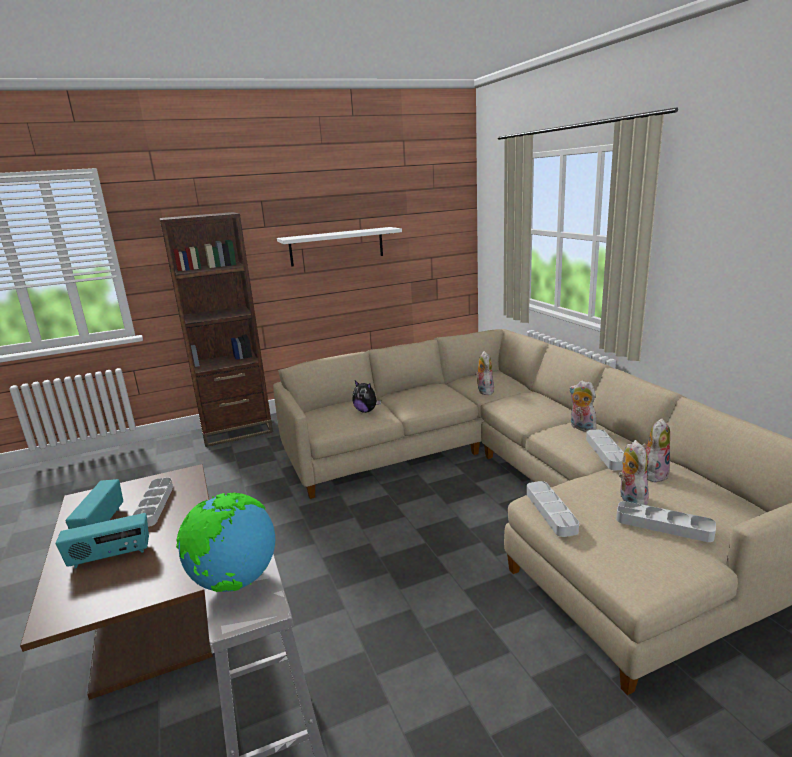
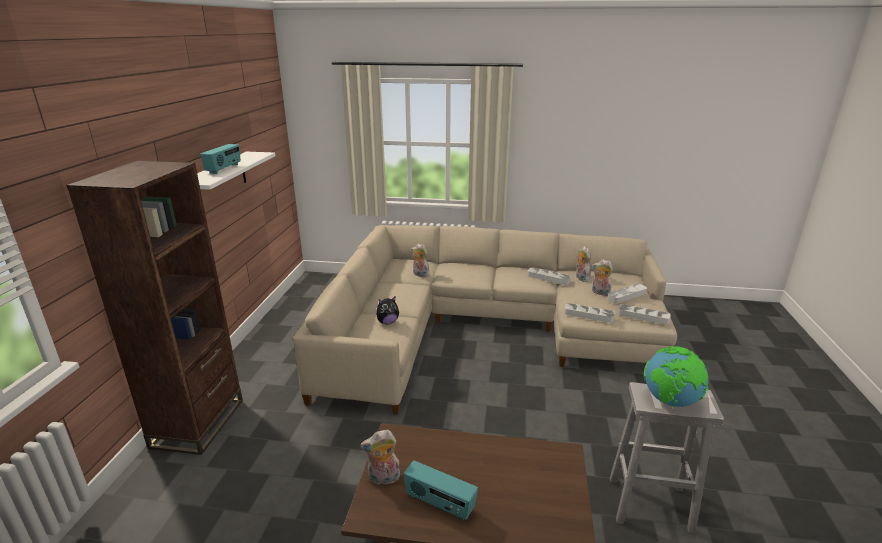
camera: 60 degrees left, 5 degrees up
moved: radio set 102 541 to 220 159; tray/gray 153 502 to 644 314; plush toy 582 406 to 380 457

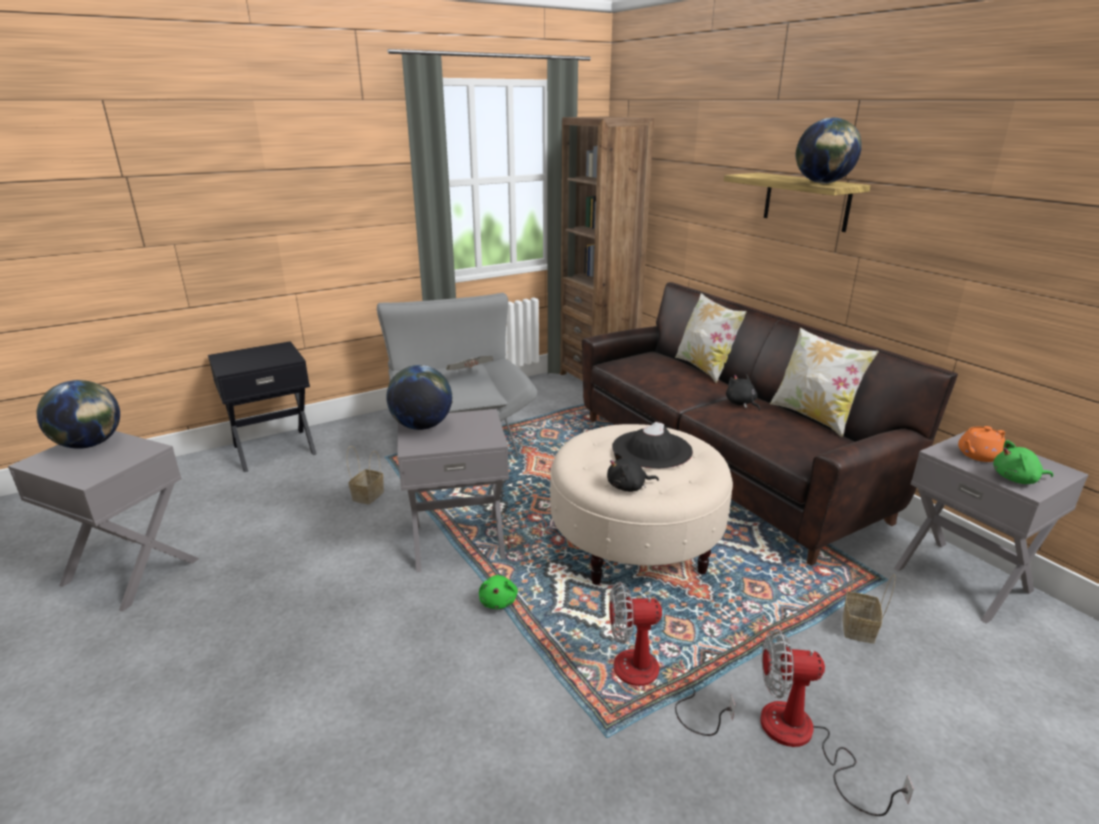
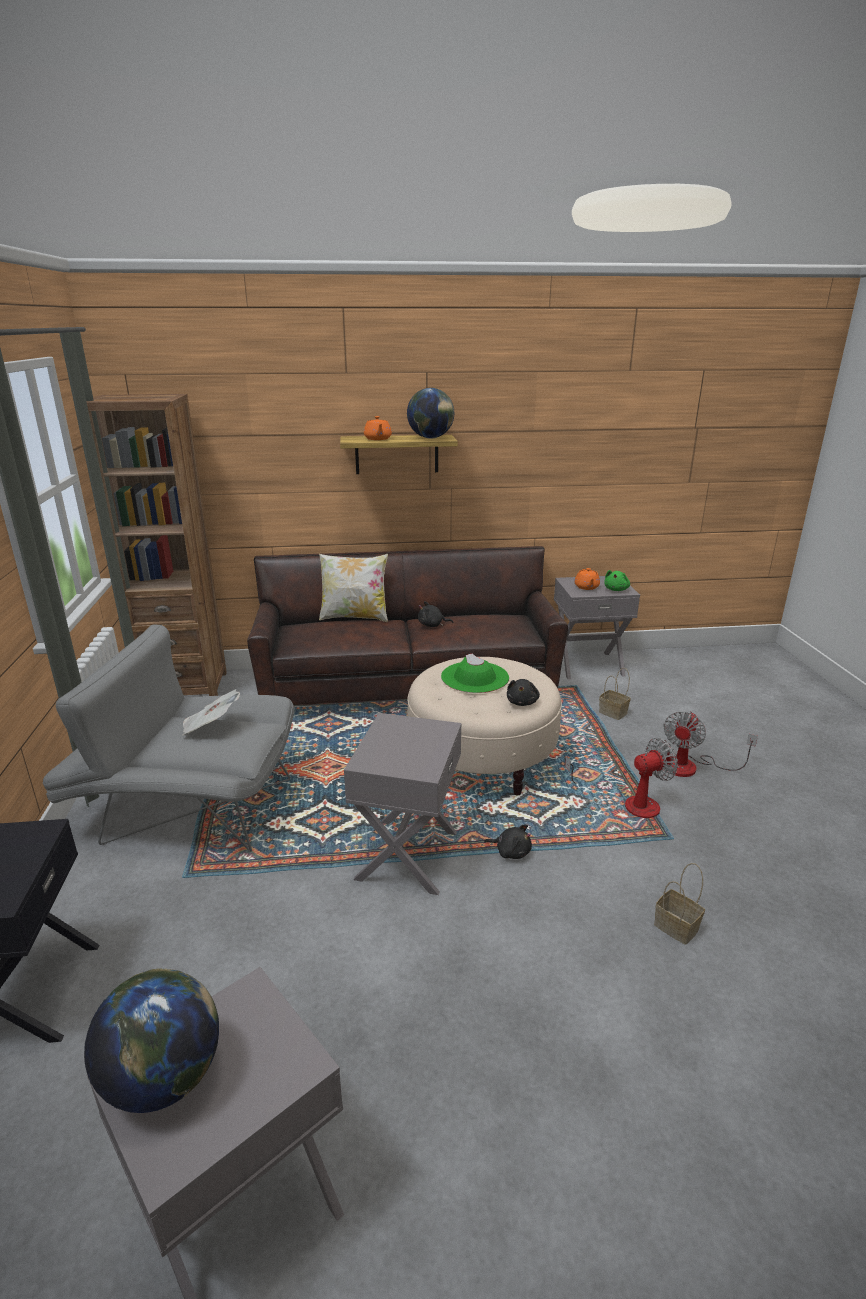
camera: 65 degrees left, 0 degrees up
removed: world globe 419 397; throw pillow 824 382
added: pot for tea/orangey 378 428
moved: storage basket 365 475 to 679 904
recoloured: plush toy/green 498 592 to plush toy/black-coloured 508 841; clothing hat/black-coloured 652 445 to clothing hat/green 475 673
turned: electric fan 672 659 = 621 778 135 degrees counterclockwise

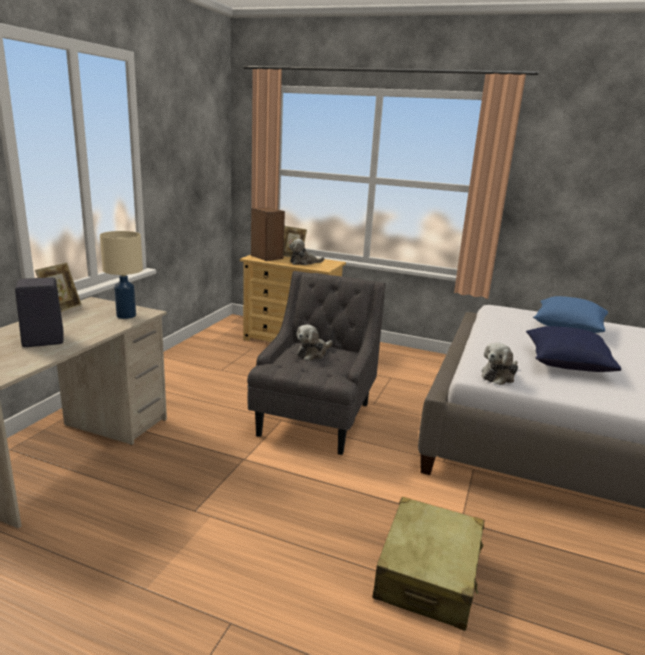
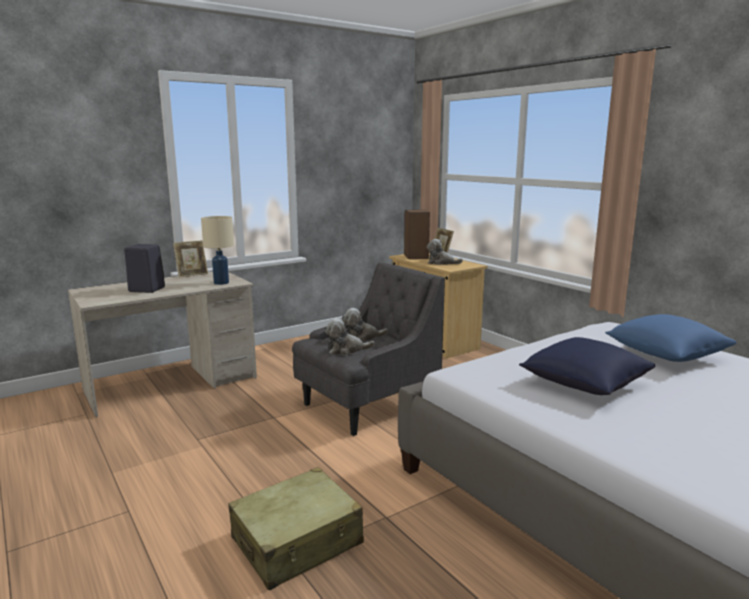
camera: 35 degrees right, 5 degrees down
moved: plush toy 500 364 to 349 336

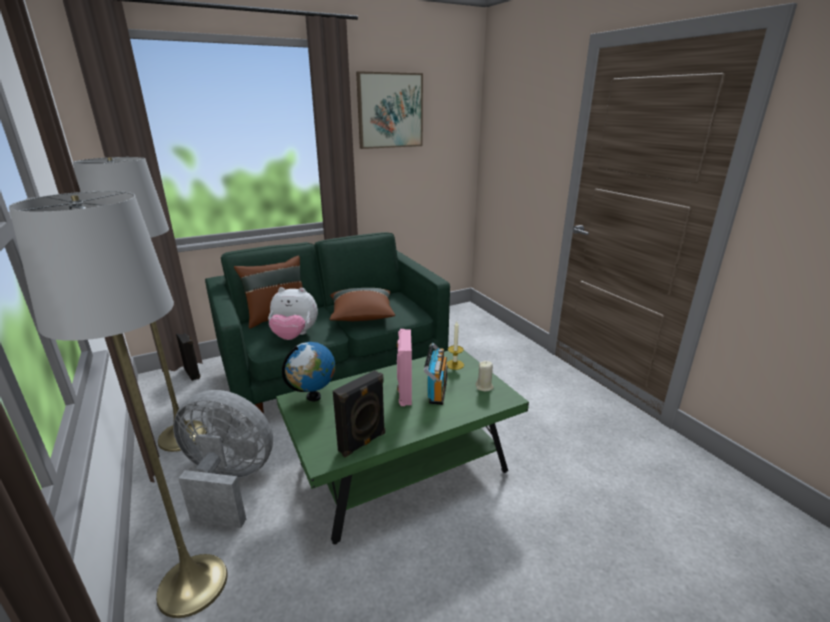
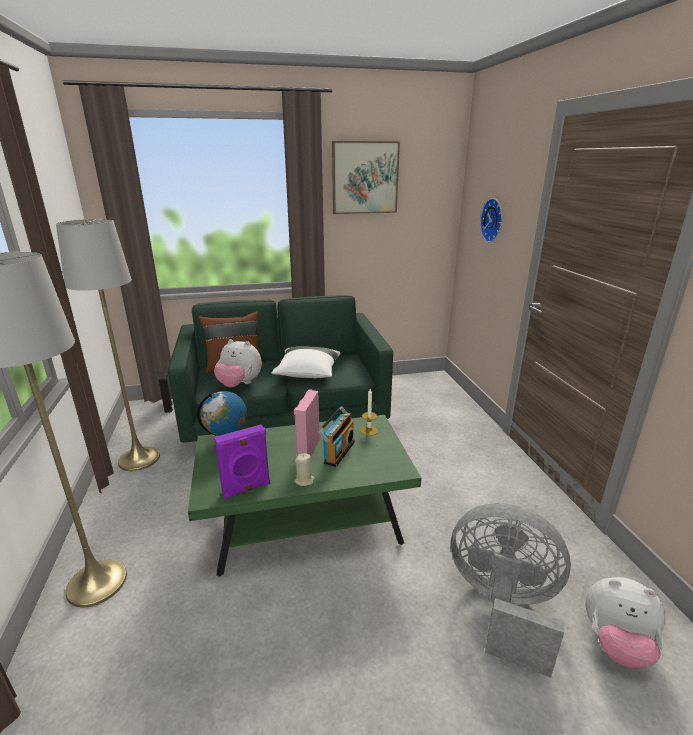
camera: 15 degrees right, 0 degrees up
added: wall clock 491 220; plush toy 625 622
moved: electric fan/gray 223 459 to 511 590; candle/beige 485 376 to 305 469
recoloured: throw pillow/brown-coloured 362 304 to throw pillow/whitish 306 362; loudspeaker/black-coloured 359 413 to loudspeaker/purple 242 462

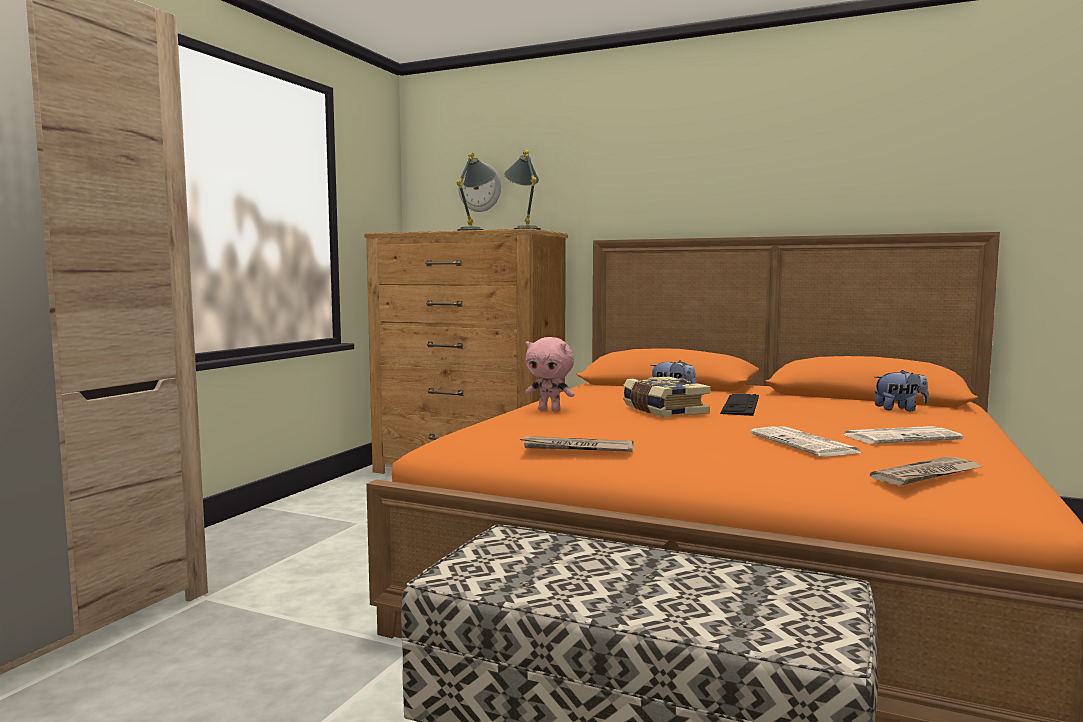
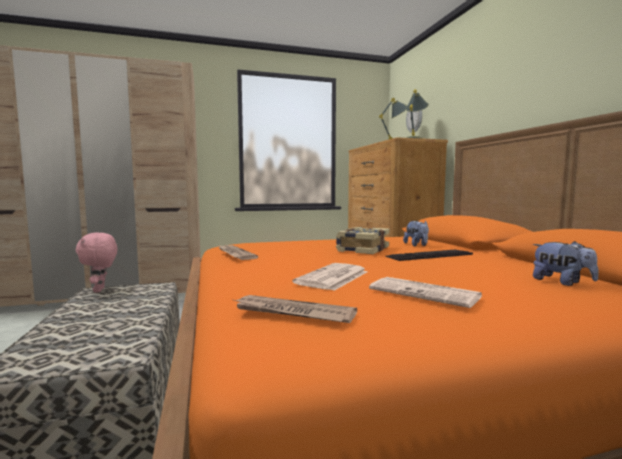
camera: 50 degrees right, 0 degrees up
moved: plush toy/pinkish 550 374 to 96 262

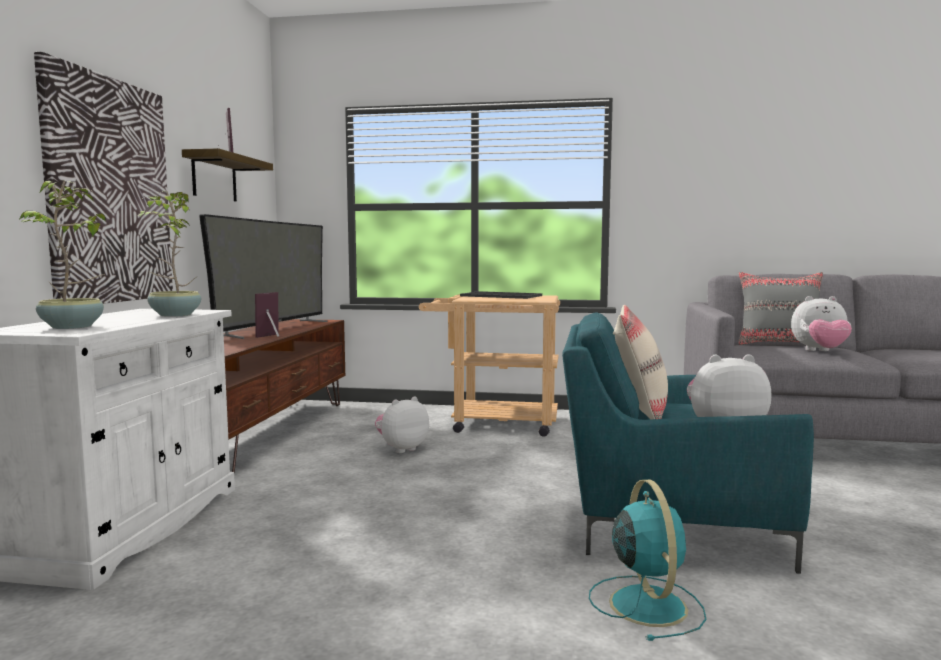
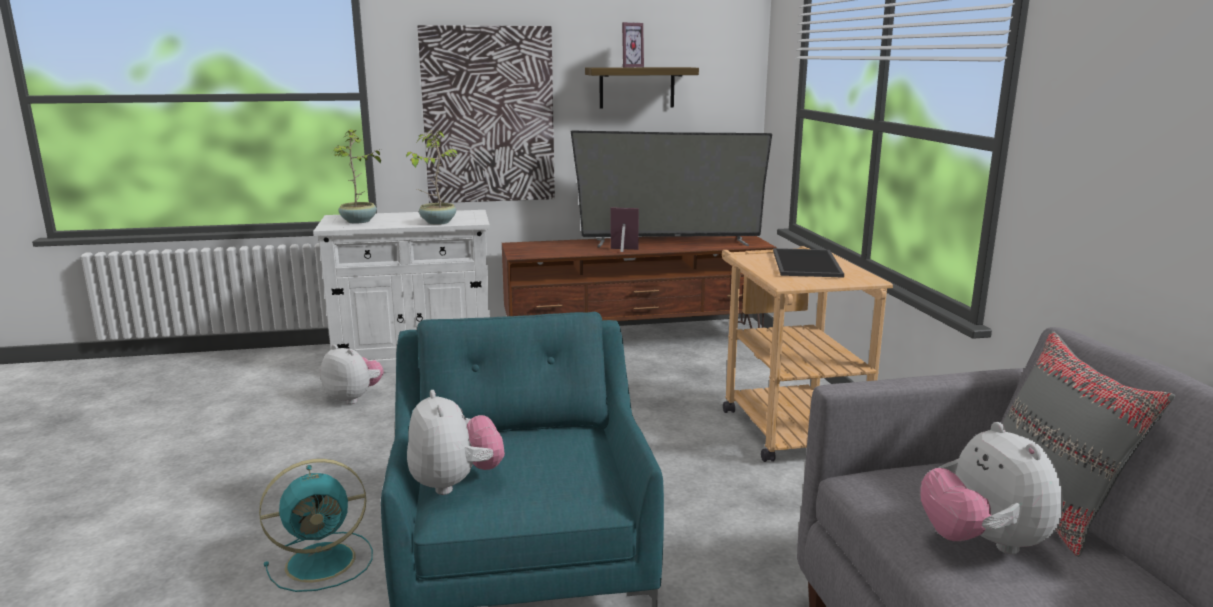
camera: 70 degrees right, 10 degrees up
removed: throw pillow/beige 640 362
moved: plush toy 402 424 to 352 374

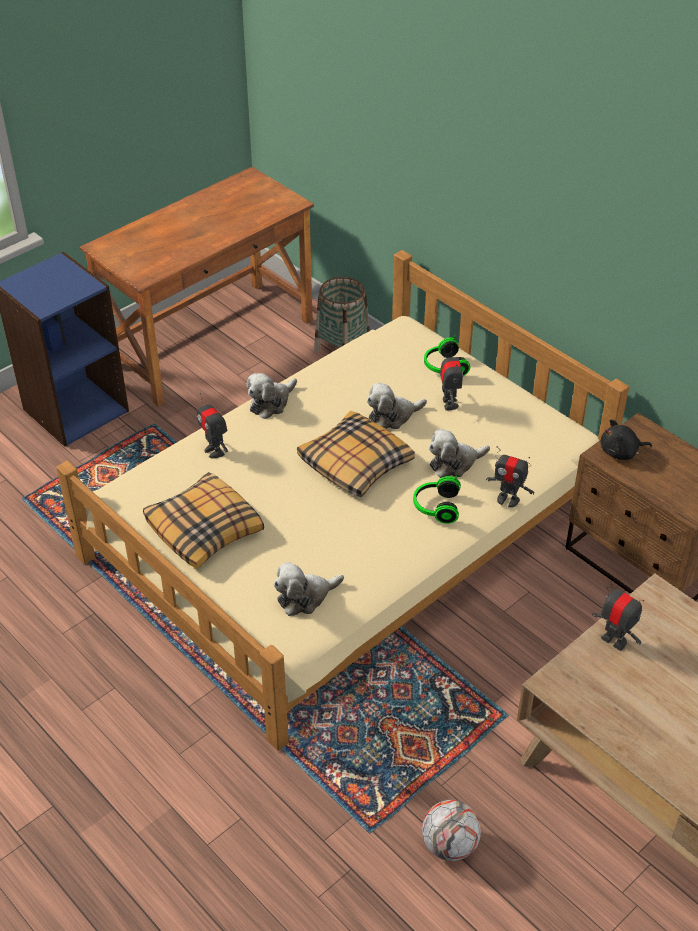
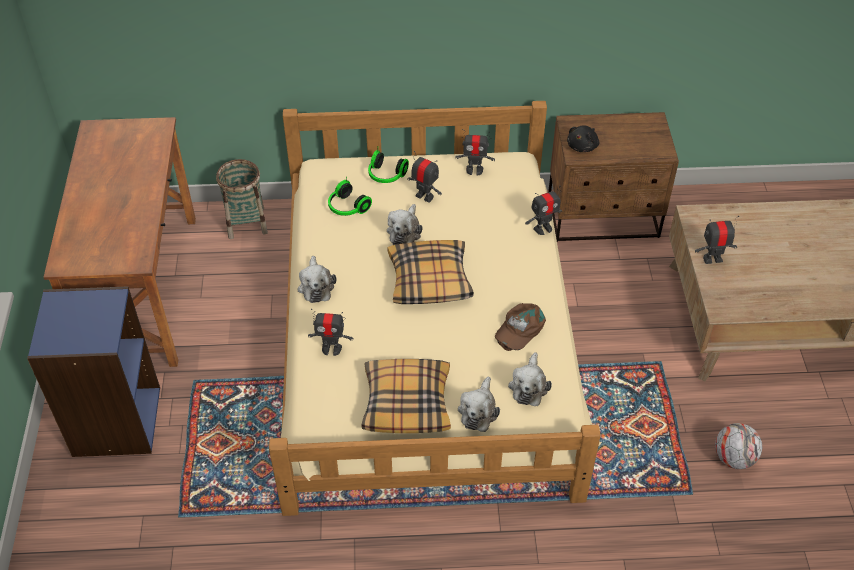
camera: 50 degrees left, 5 degrees up
added: model robot 475 152; peaked cap/brown-coloured 520 327
moved: pair of headphones 437 499 to 350 196; plush toy 459 453 to 479 404

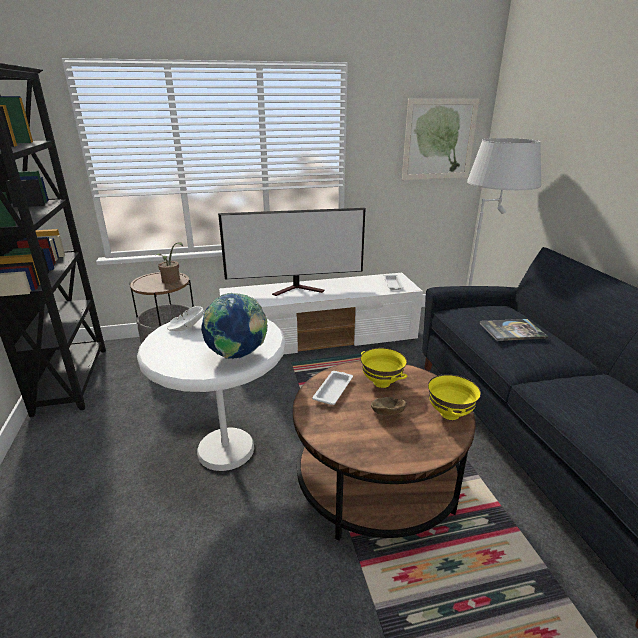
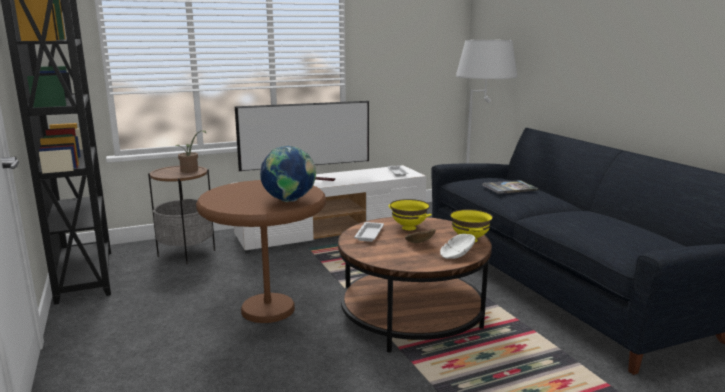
camera: 10 degrees left, 10 degrees down
removed: wall art 440 139
moved: deep dish/whitish 185 318 to 457 246
recoloured: accent table/whitish 211 391 to accent table/brown-coloured 261 251

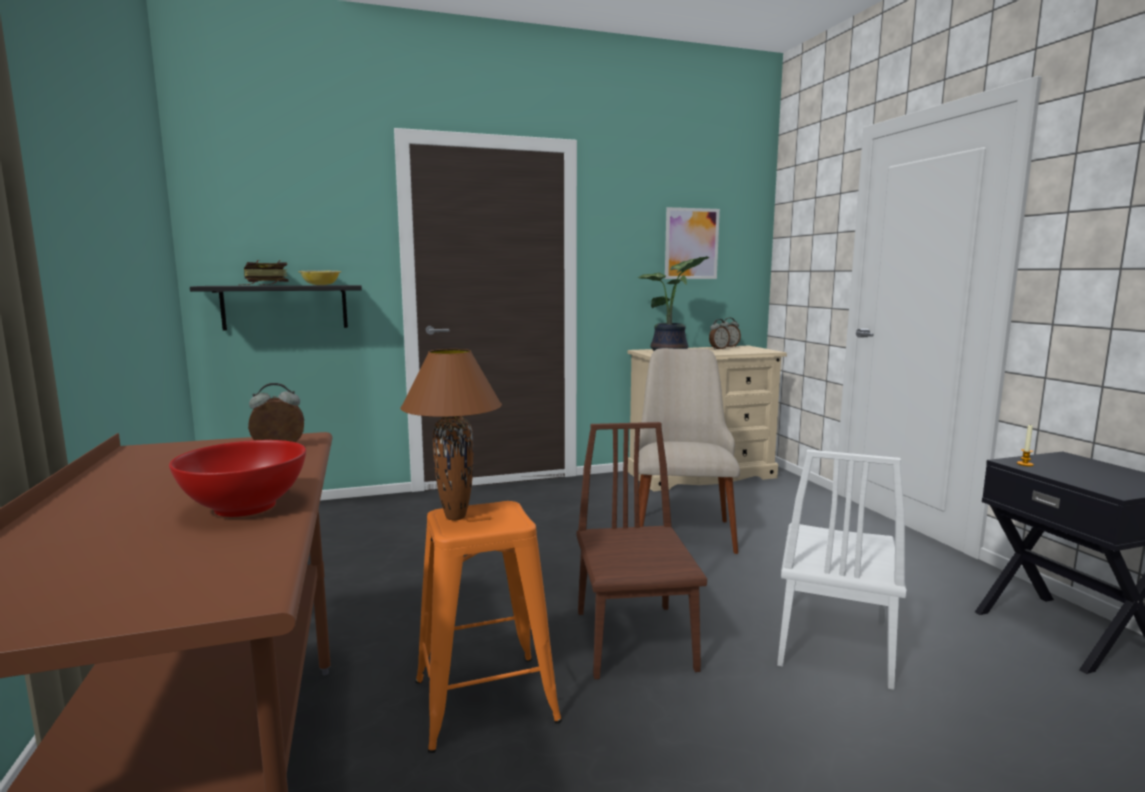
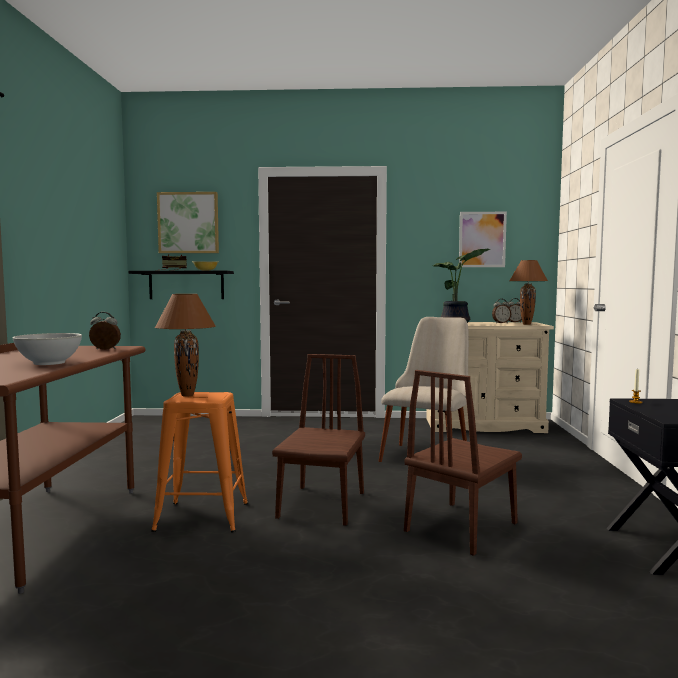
camera: 20 degrees right, 5 degrees down
added: wall art 188 222; table lamp/brown-coloured 528 292
recoloured: deep dish/red 237 478 to deep dish/whitish 47 349; upright chair/whitish 842 569 to upright chair/brown-coloured 463 463

